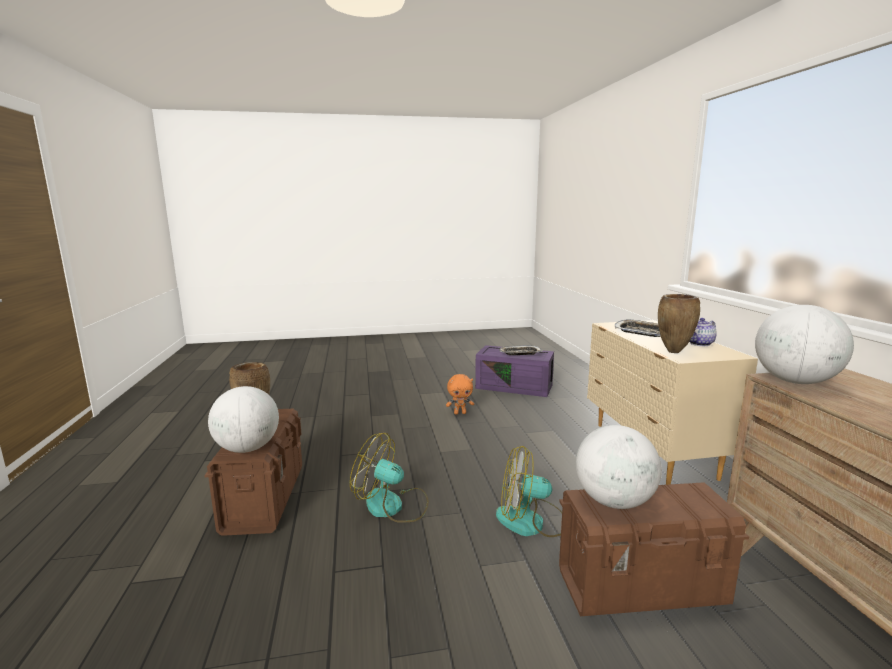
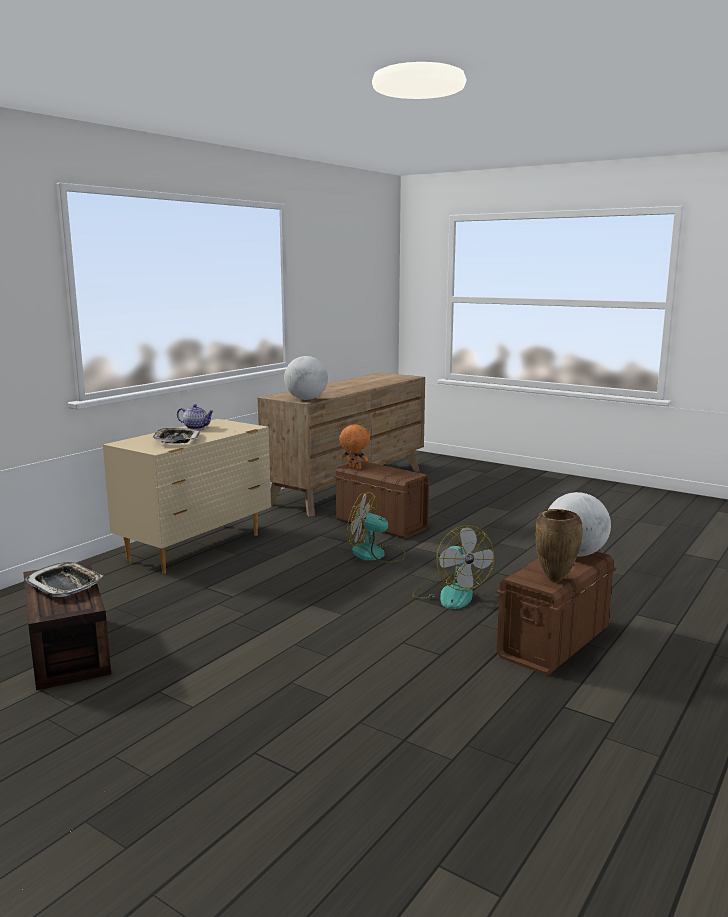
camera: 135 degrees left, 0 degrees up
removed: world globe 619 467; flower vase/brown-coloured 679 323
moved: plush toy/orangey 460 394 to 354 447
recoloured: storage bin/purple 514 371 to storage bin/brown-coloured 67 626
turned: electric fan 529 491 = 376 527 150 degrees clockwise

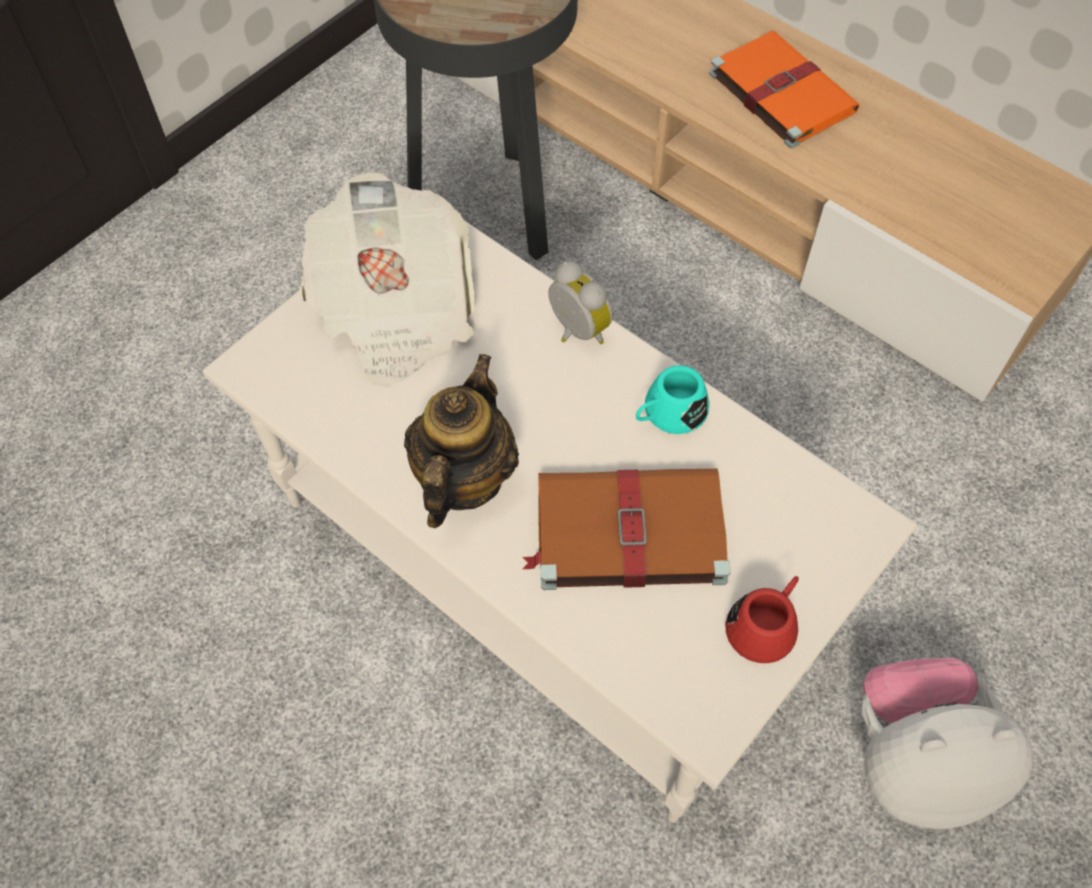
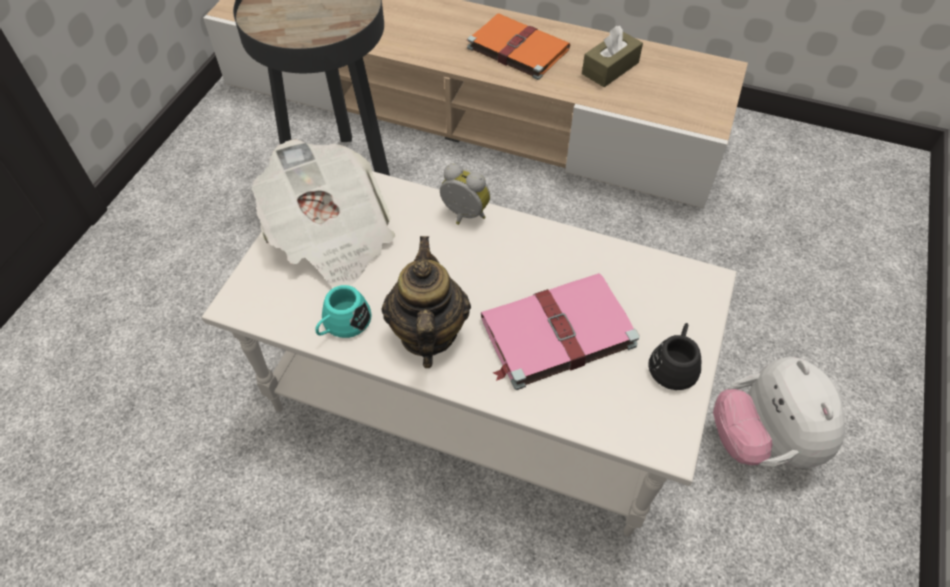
camera: 20 degrees left, 5 degrees down
added: box of tissues/brown-coloured 612 56
moved: tea mug/turquoise-coloured 672 399 to 343 311
recoloured: bound book/brown-coloured 626 529 to bound book/pinkish 560 331; tea mug/red 762 619 to tea mug/black-coloured 674 356
turned: plush toy 947 743 = 779 412 75 degrees counterclockwise

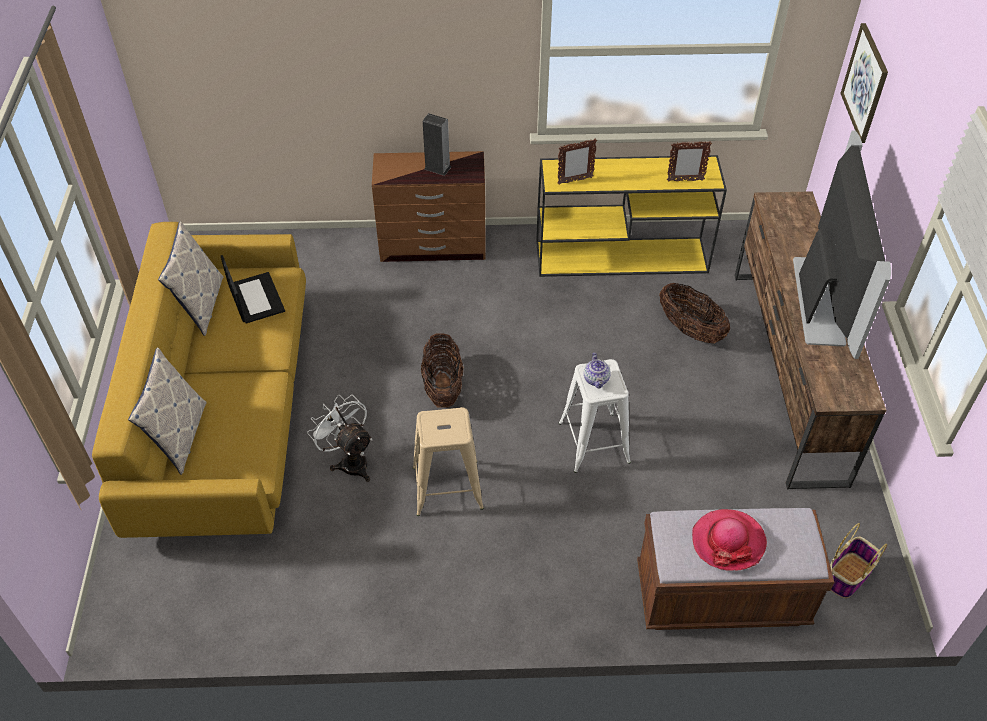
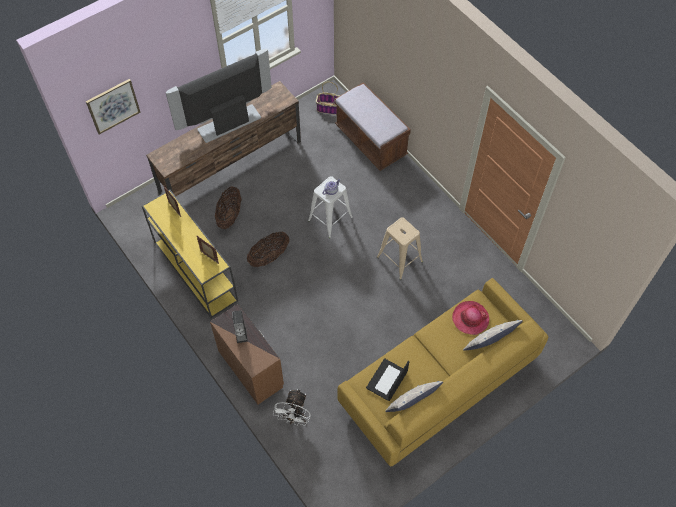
camera: 125 degrees left, 10 degrees up
moved: electric fan/whitish 339 438 to 292 407; storage basket 442 370 to 268 249; clothing hat 729 540 to 470 318

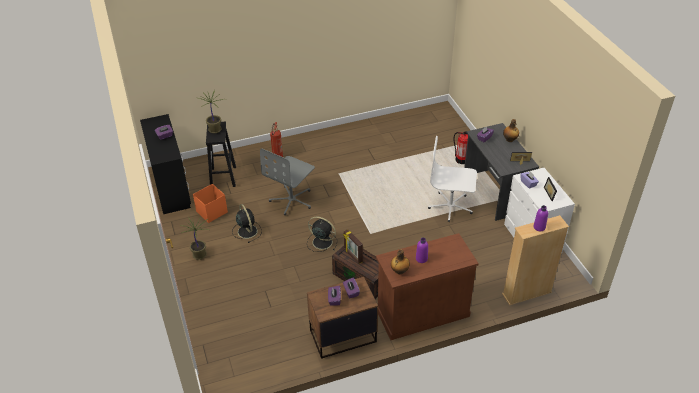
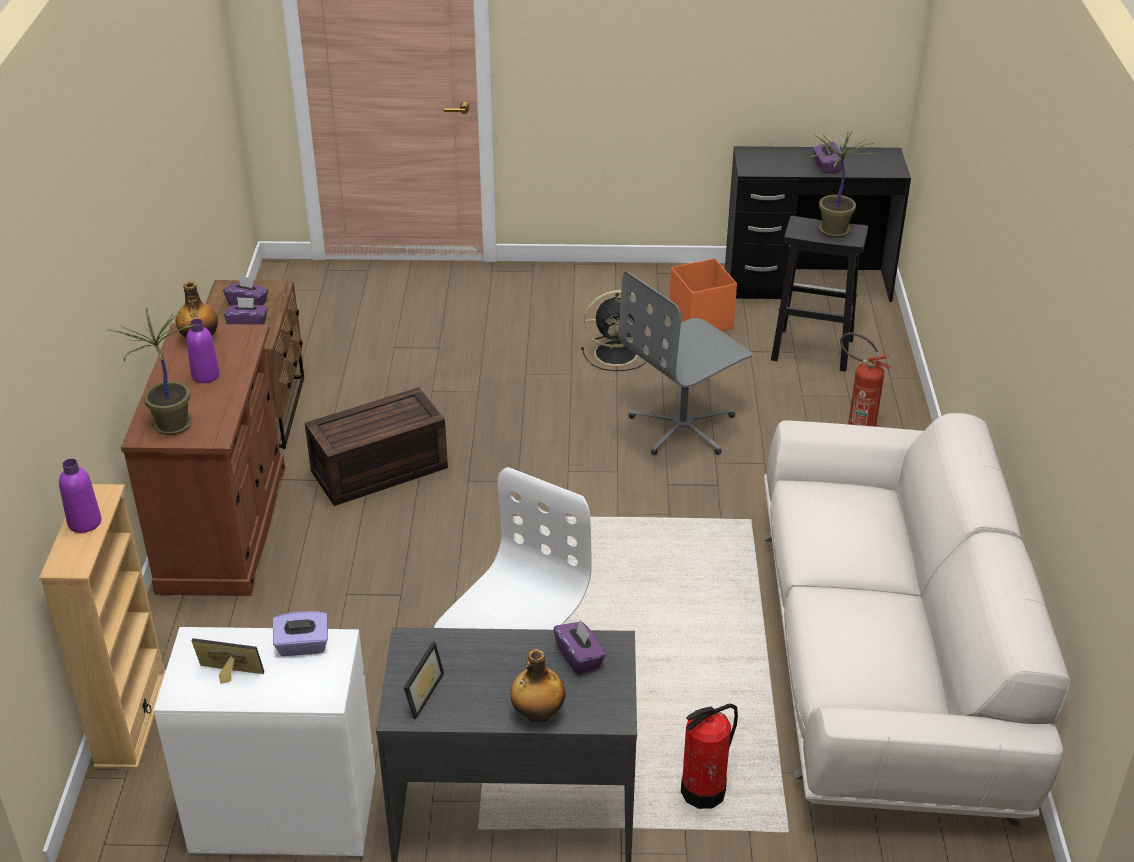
camera: 110 degrees right, 5 degrees down
removed: electric fan/black-coloured 322 234; picture frame 353 246
added: sofa/whitish 917 619
moved: plant in a pot 195 238 to 151 371
turned: office chair/gray 287 182 = 685 363 90 degrees counterclockwise

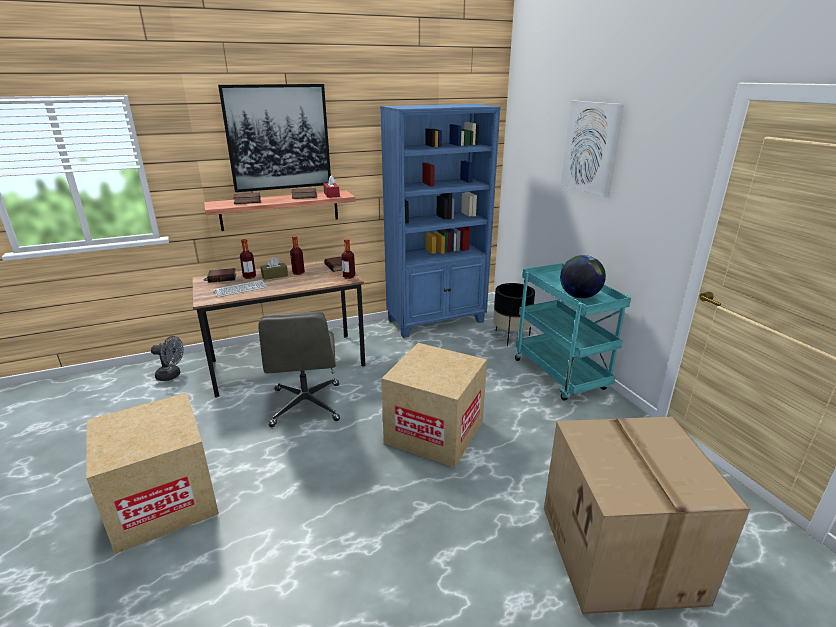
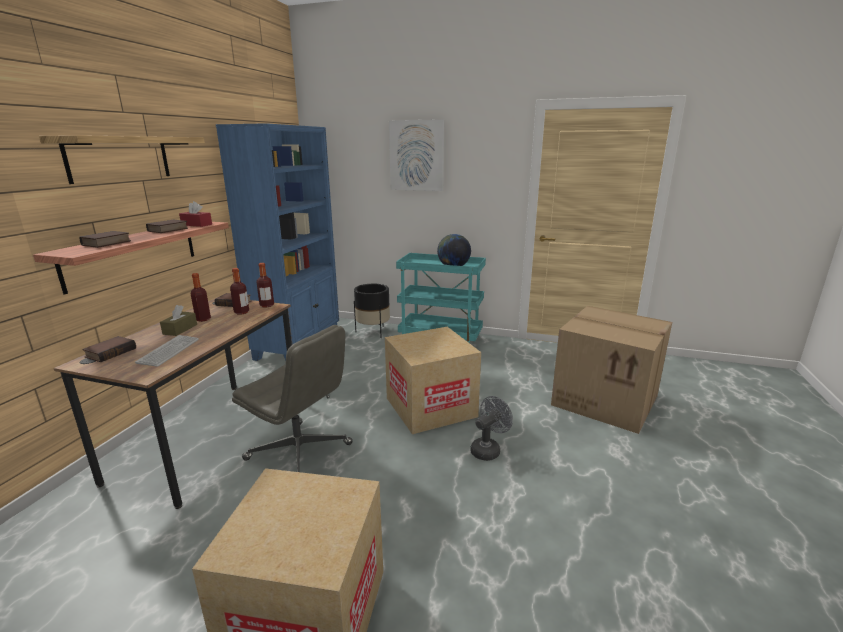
camera: 50 degrees left, 5 degrees down
moved: electric fan/gray 167 358 to 491 428; beverage bottle 248 259 to 239 291
replaced: wall art 274 138 to bracket shelf 122 159

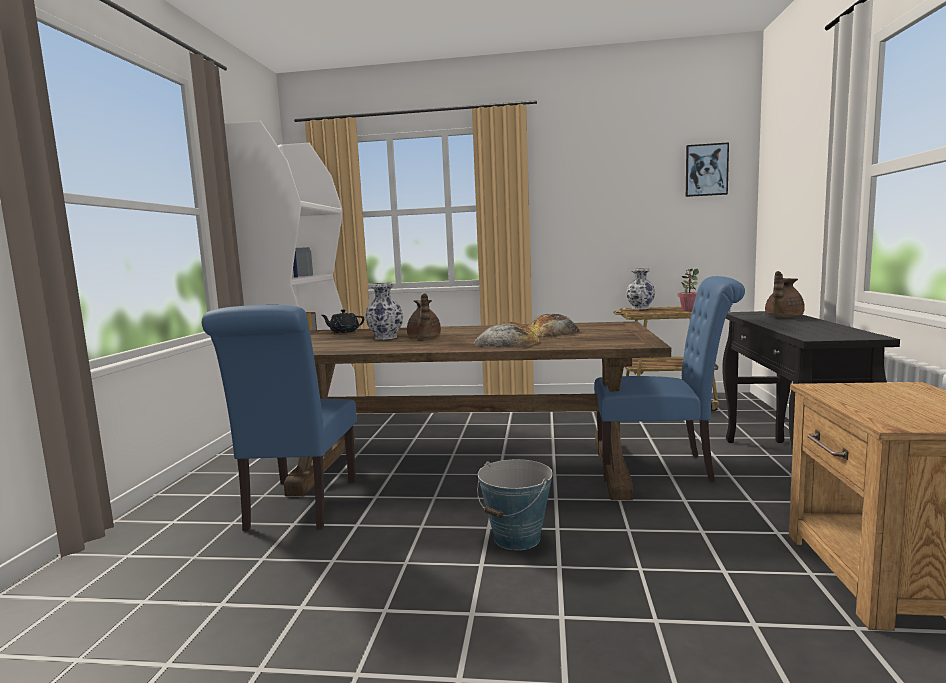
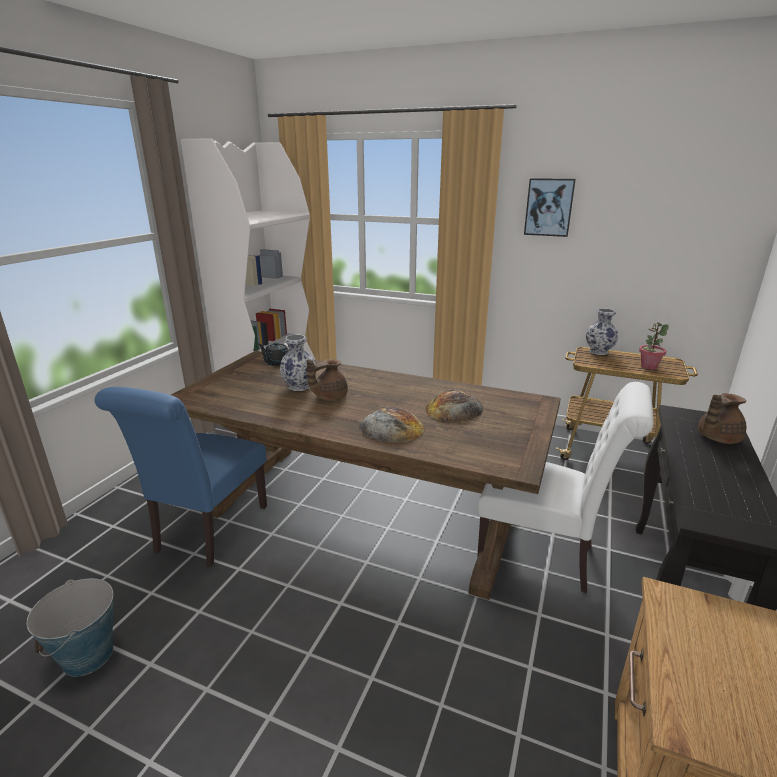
camera: 15 degrees right, 15 degrees up
moved: pail 515 504 to 69 627; wall art 707 169 to 550 207
recoloured: upright chair/blue-coloured 669 379 to upright chair/whitish 565 487
turned: pot for tea/brown-coloured 424 316 = 327 379 45 degrees clockwise

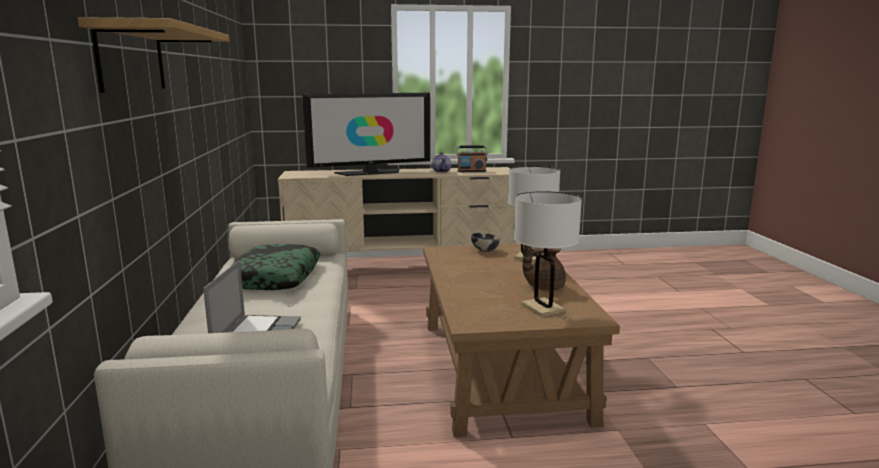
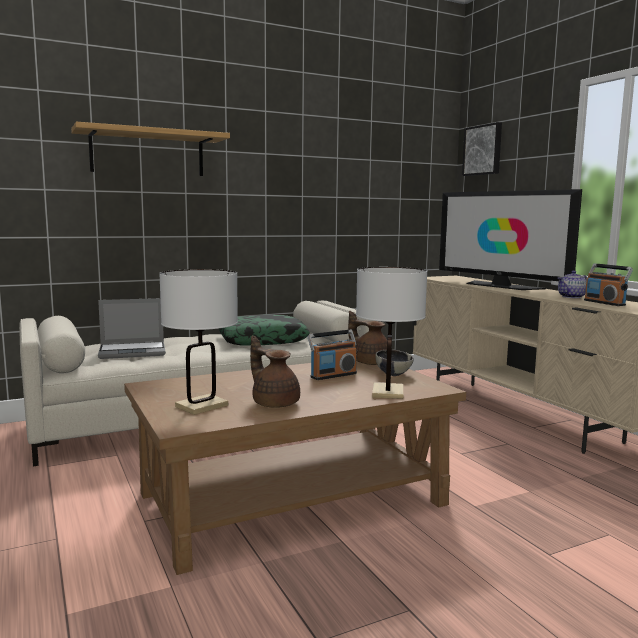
camera: 70 degrees right, 5 degrees down
added: radio set 333 355; pot for tea/brown-coloured 367 338; wall art 482 149

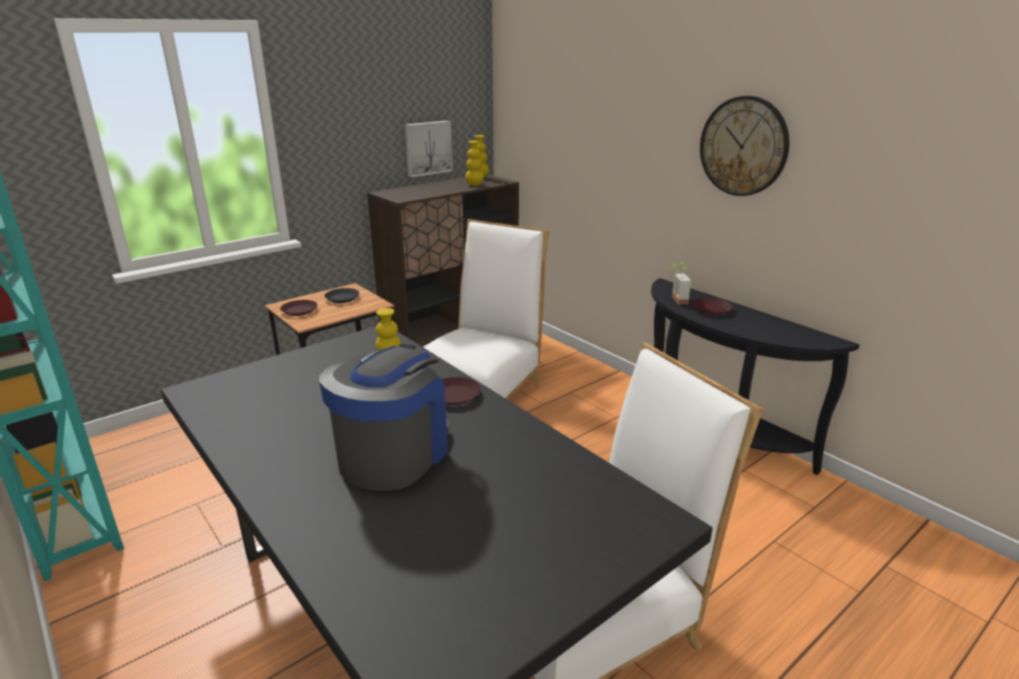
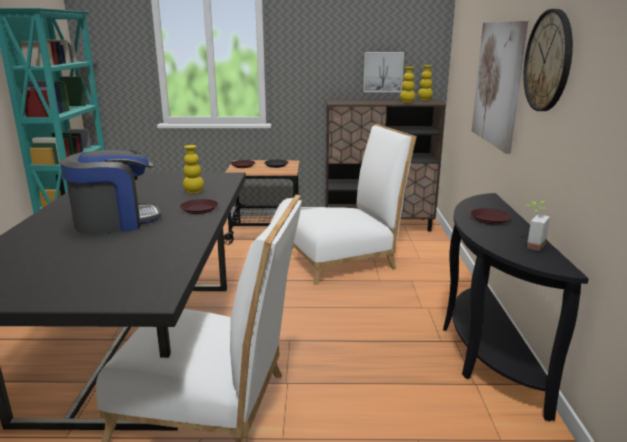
camera: 40 degrees right, 5 degrees down
added: wall art 500 87
moved: plant in a pot 680 283 to 538 226

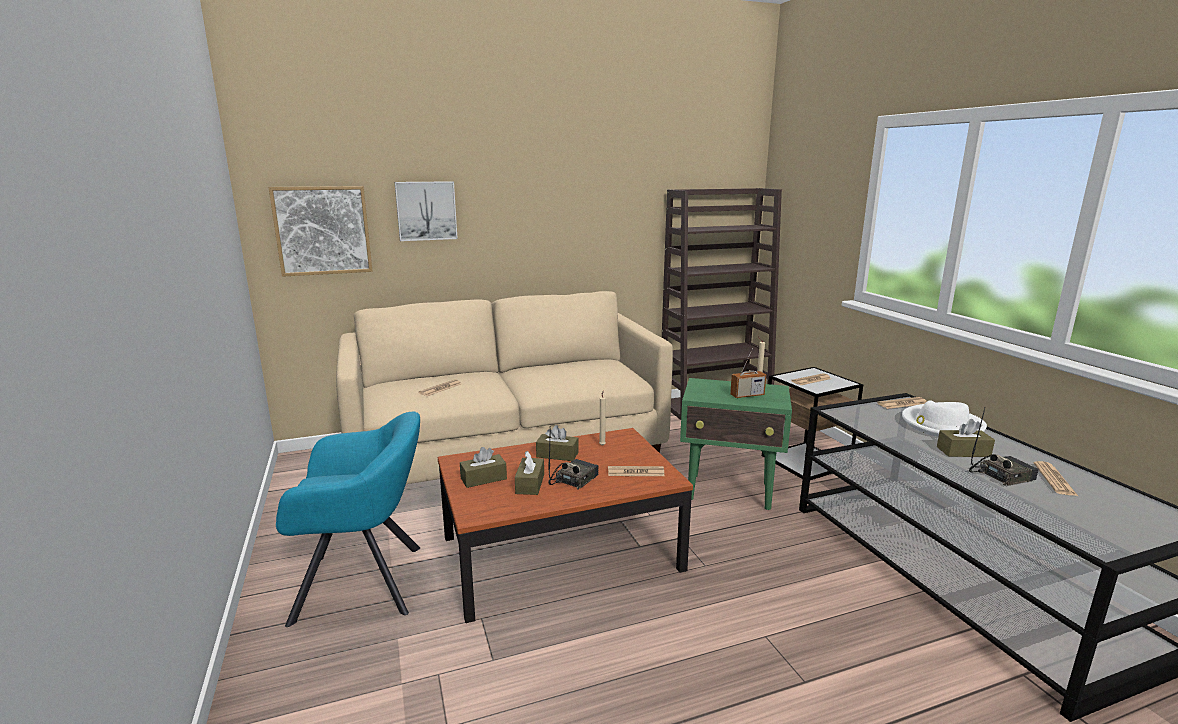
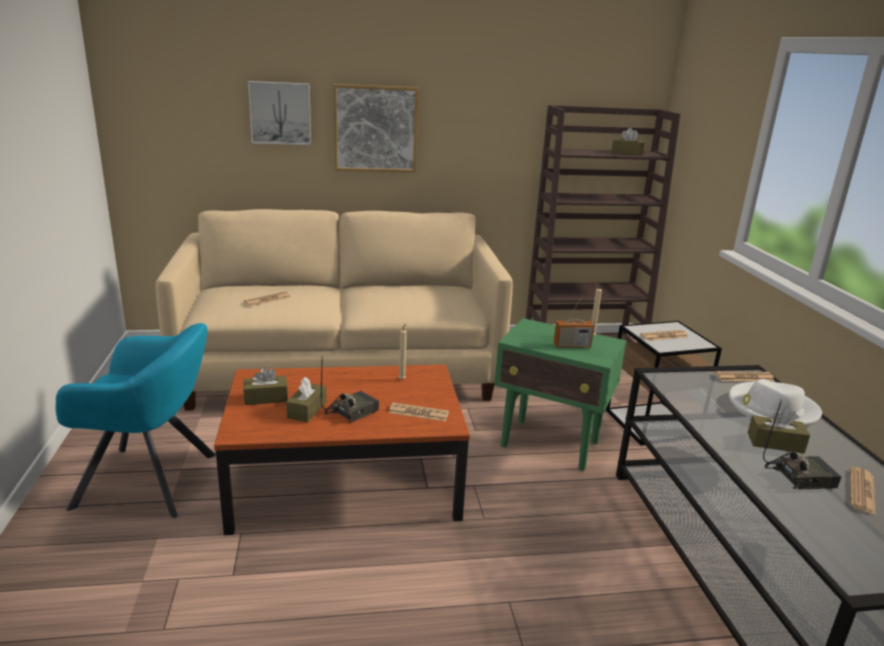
camera: 10 degrees right, 5 degrees up
moved: wall art 320 231 to 376 128; box of tissues/brown-coloured 557 443 to 628 142

